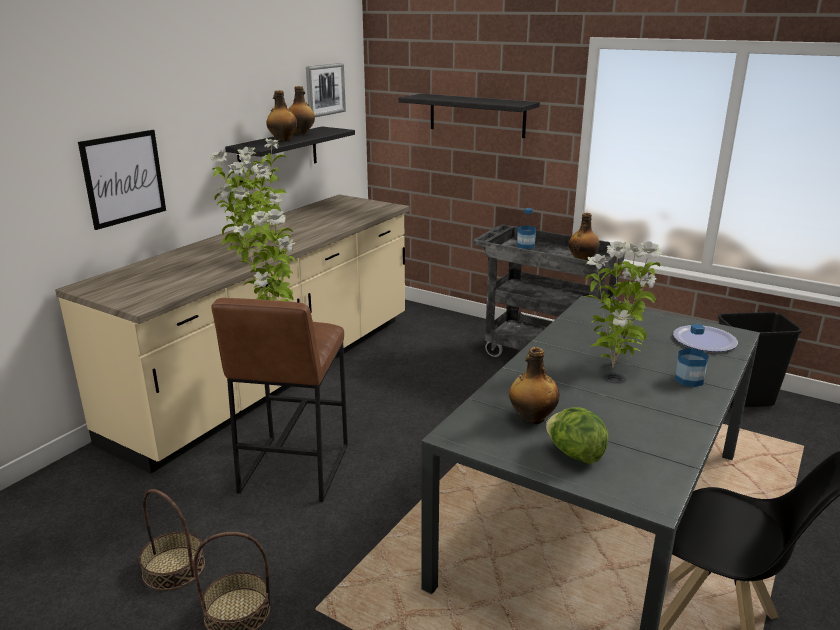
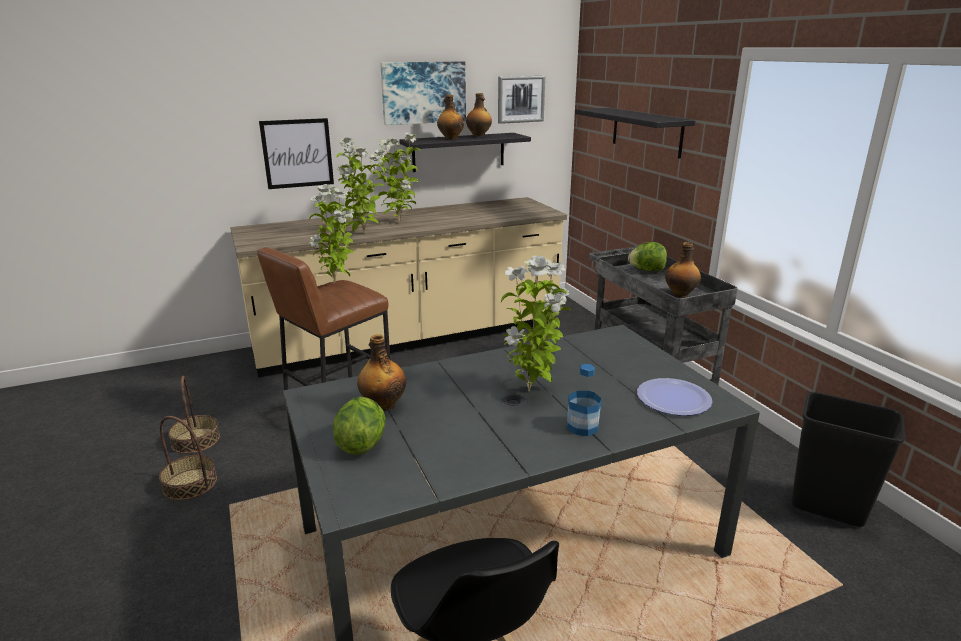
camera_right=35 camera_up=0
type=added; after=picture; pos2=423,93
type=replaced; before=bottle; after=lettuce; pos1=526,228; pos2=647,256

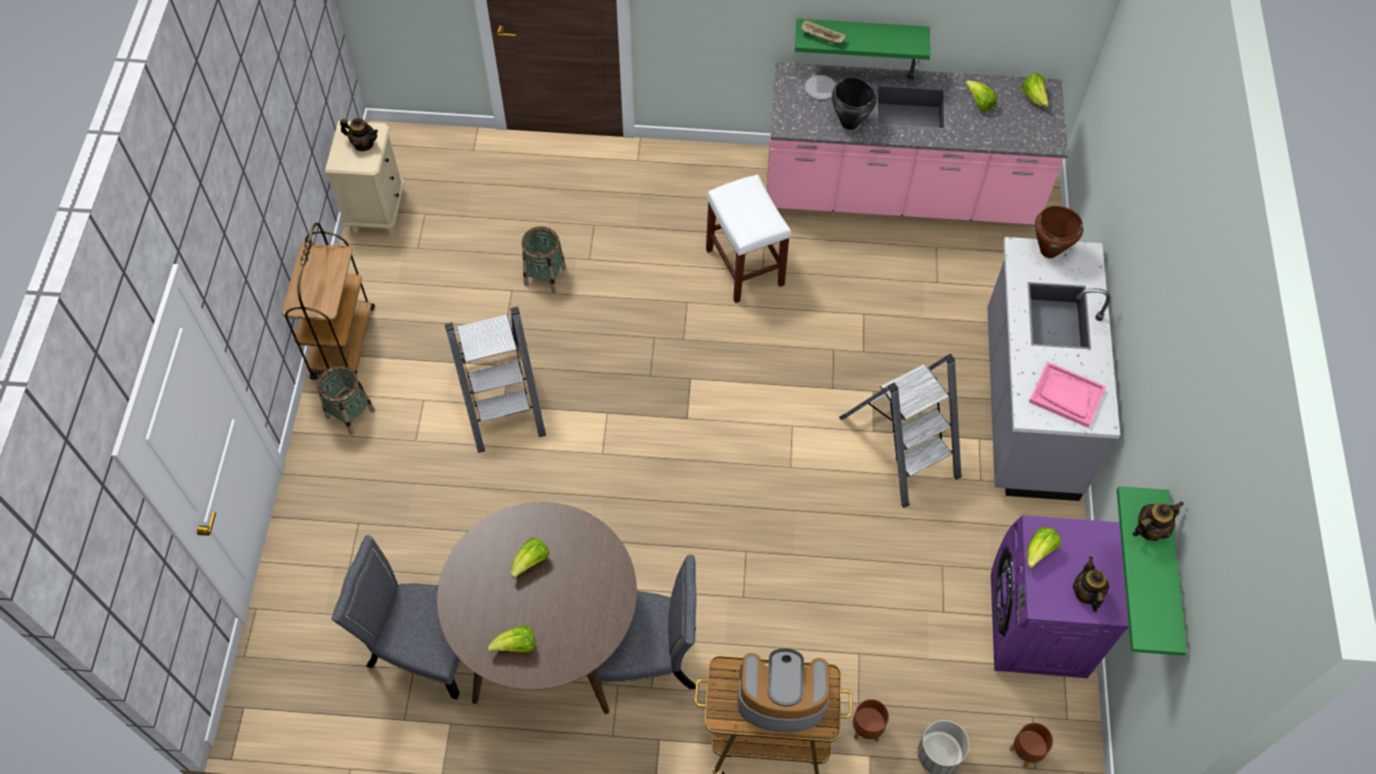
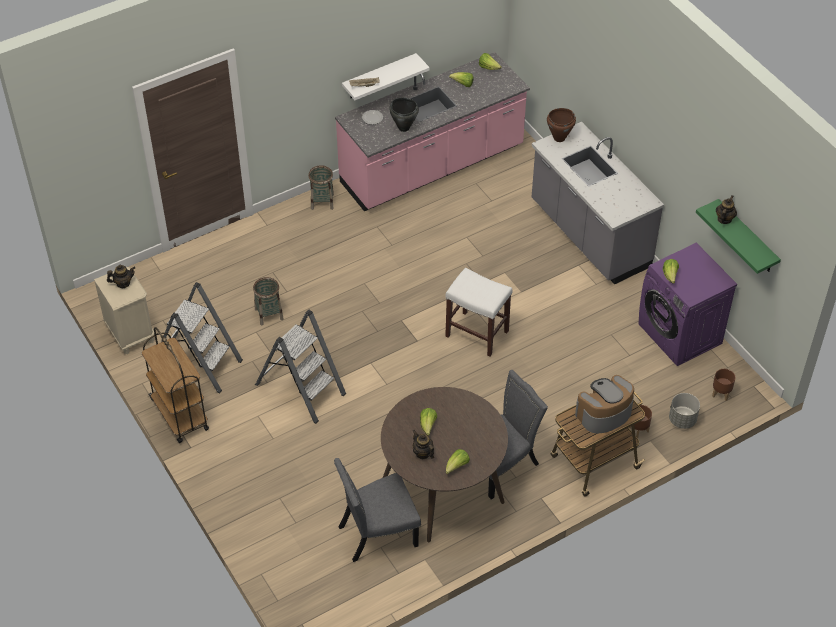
camera_right=-35 camera_up=-10
type=removed; before=pink-coloured serving tray; pos1=1067,395
type=moved; before=household basket; pos1=346,400; pos2=321,187
type=moved; before=white stool seat; pos1=748,238; pos2=479,312
type=moved; before=gray step ladder; pos1=900,431; pos2=202,337
type=moved; before=tea pot; pos1=1091,584; pos2=423,444
type=recoloured; before=green-coloured shelf; after=white shelf; pos1=862,39; pos2=386,76

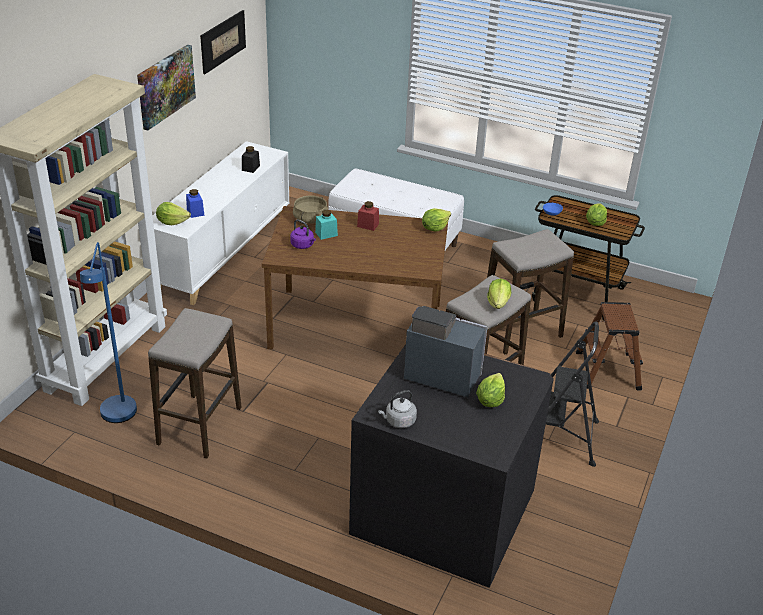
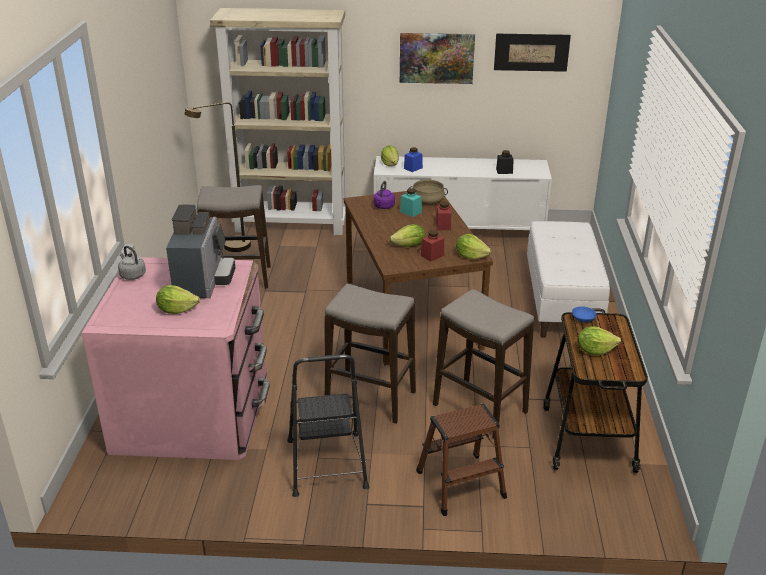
camera_right=70 camera_up=-5
type=added; after=red storage jar; pos2=432,246
type=moved; before=lettuce; pos1=499,293; pos2=407,235
type=recoloured; before=blue floor lamp; after=brownish floor lamp; pos1=108,332; pos2=218,177
type=recoloured; before=black-coloured drawer chest; after=pink-coloured drawer chest; pos1=451,466; pos2=175,358

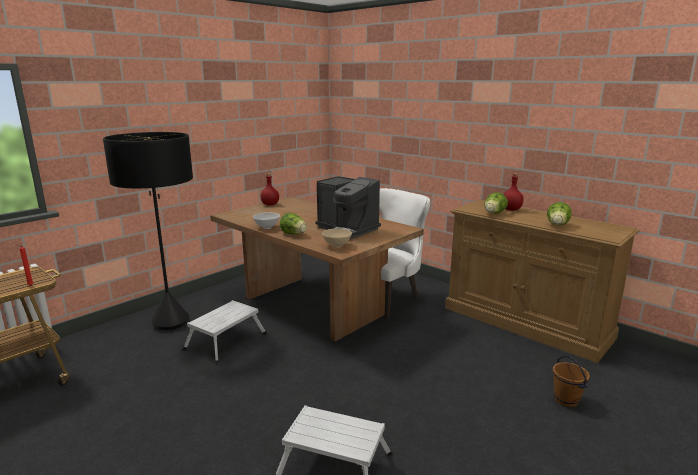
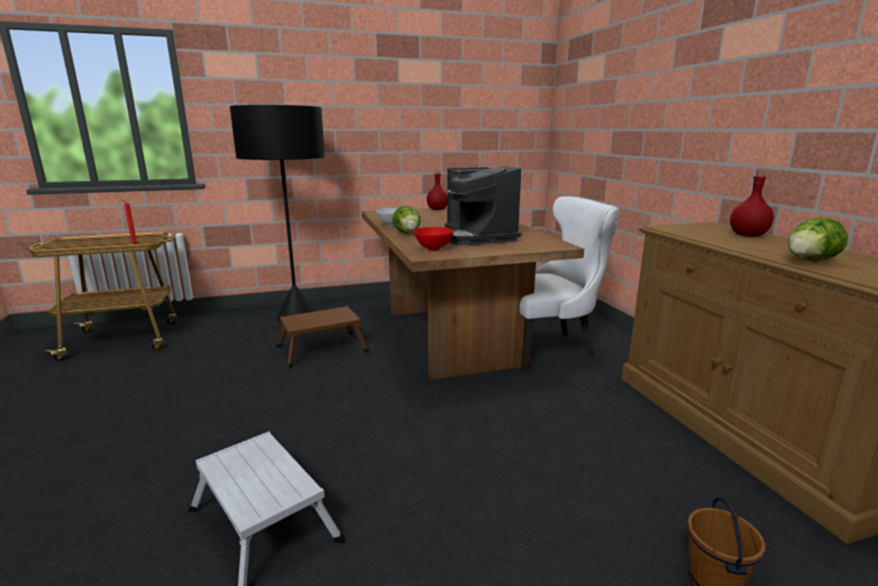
camera_right=30 camera_up=0
type=removed; before=lettuce; pos1=496,203
type=recoloured; before=white step ladder; after=brownish step ladder; pos1=224,332; pos2=323,337
type=recoloured; before=beige-coloured deep dish; after=red deep dish; pos1=337,238; pos2=433,239

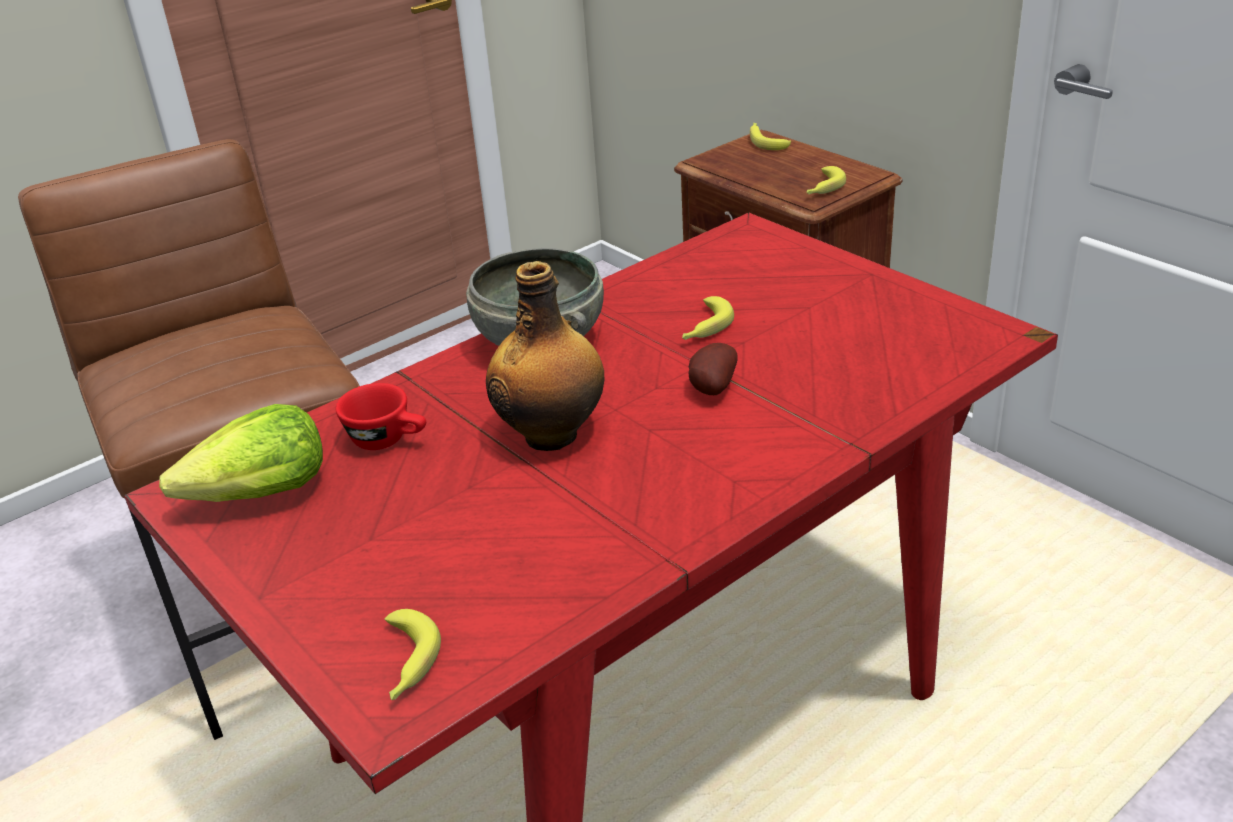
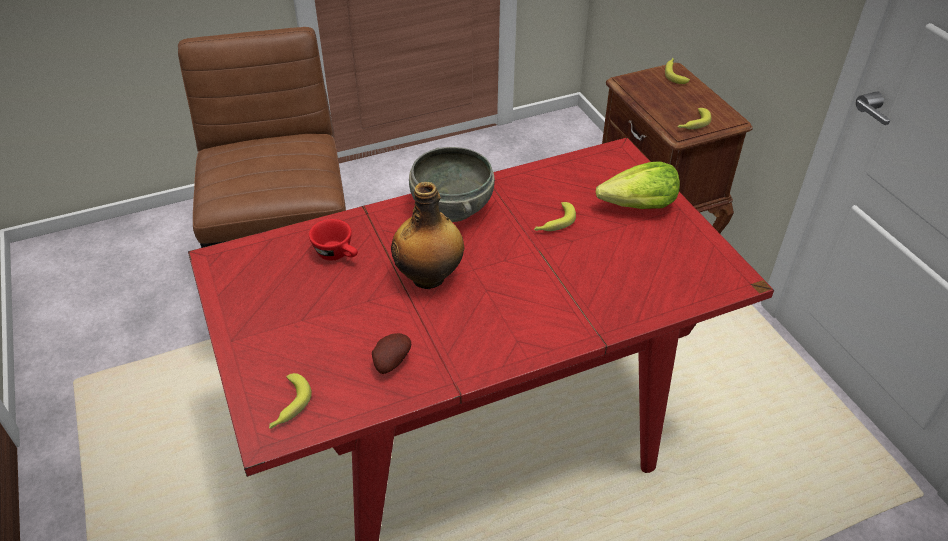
camera_right=15 camera_up=10
type=moved; before=lettuce; pos1=241,453; pos2=638,185
type=moved; before=potato; pos1=713,369; pos2=391,353

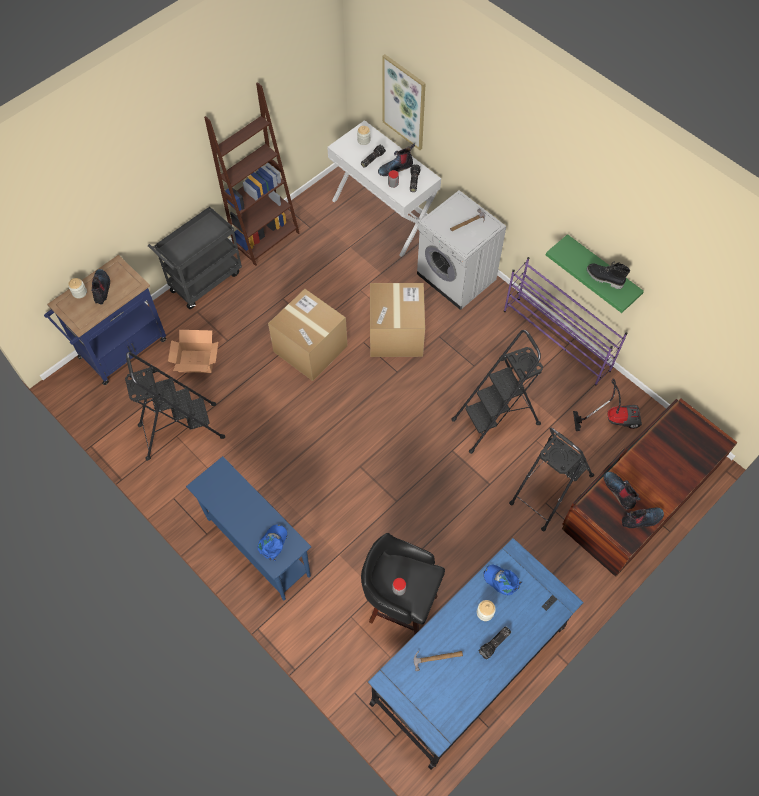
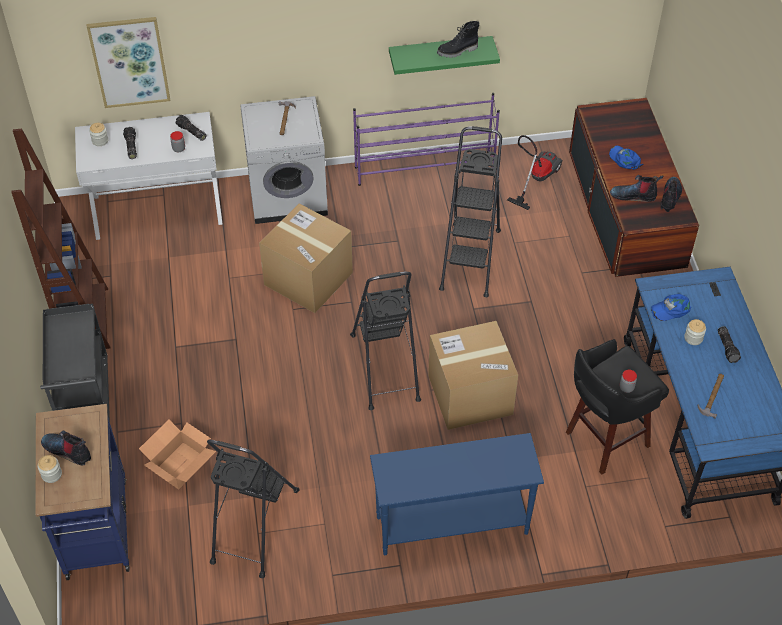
camera_right=-55 camera_up=-10
type=removed; before=boot; pos1=396,160
type=moved; before=blue baseball cap; pos1=272,543; pos2=626,158
type=moved; before=packing box; pos1=307,335; pos2=473,375
type=moved; before=step ladder; pos1=551,479; pos2=385,341

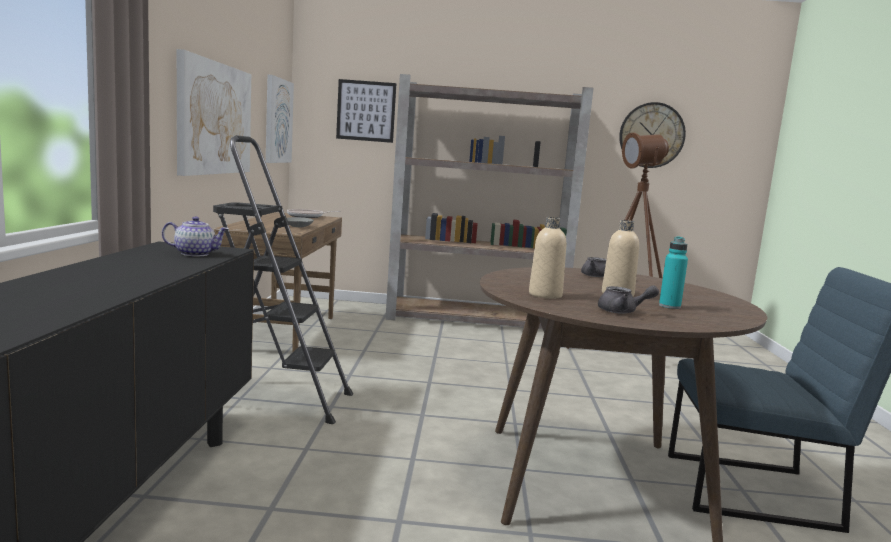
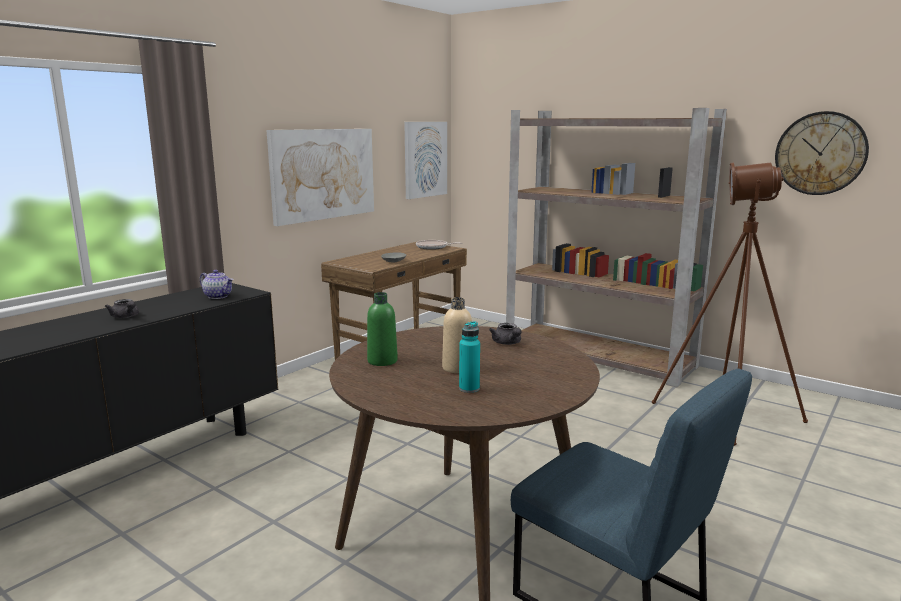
camera_right=35 camera_up=5
type=removed; before=step ladder; pos1=283,279
type=removed; before=picture; pos1=366,111
type=moved; before=gray tea pot; pos1=628,299; pos2=122,308
type=recoloured; before=beige-coloured bottle; after=green-coloured bottle; pos1=547,258; pos2=382,329

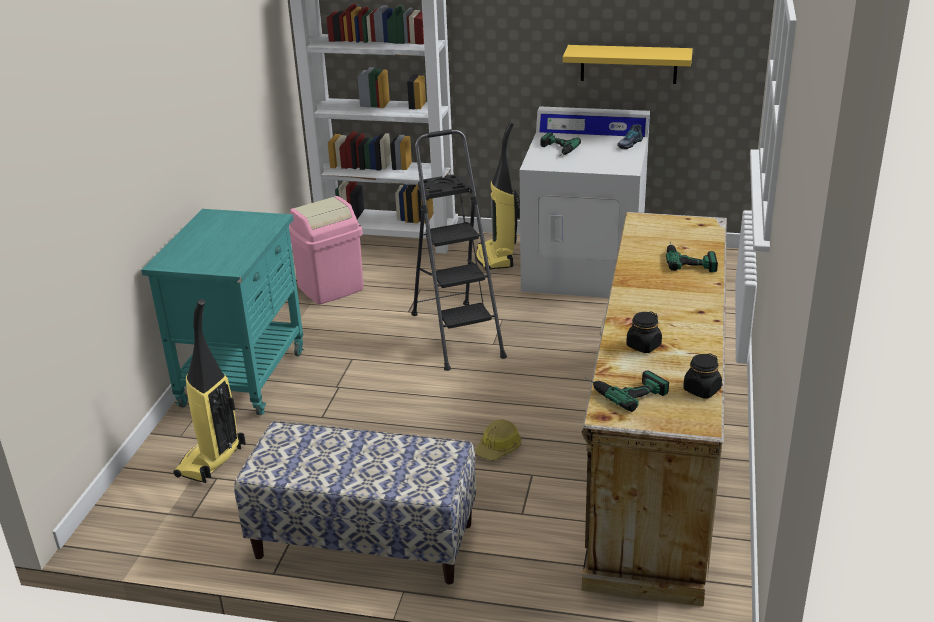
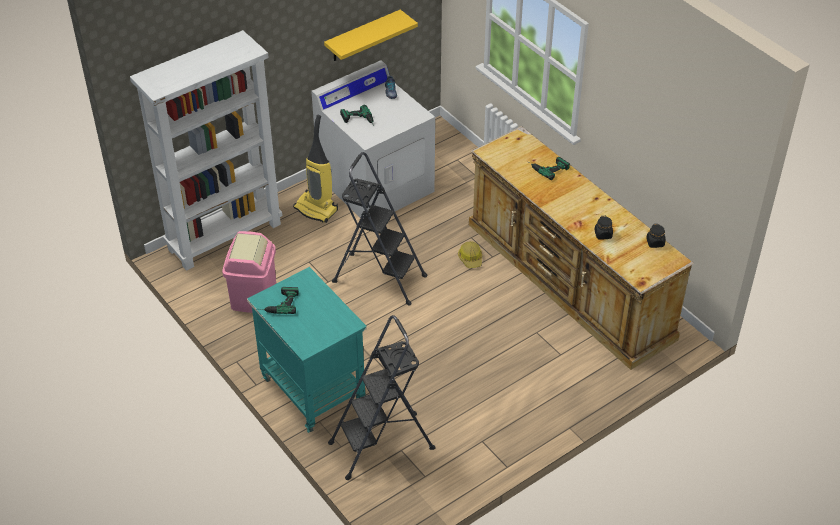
camera_right=-50 camera_up=15
type=removed; before=bench; pos1=355,502
type=moved; before=safety helmet; pos1=498,439; pos2=470,254
type=moved; before=power drill; pos1=627,391; pos2=280,300
type=replaced; before=vacuum cleaner; after=step ladder; pos1=210,391; pos2=382,397

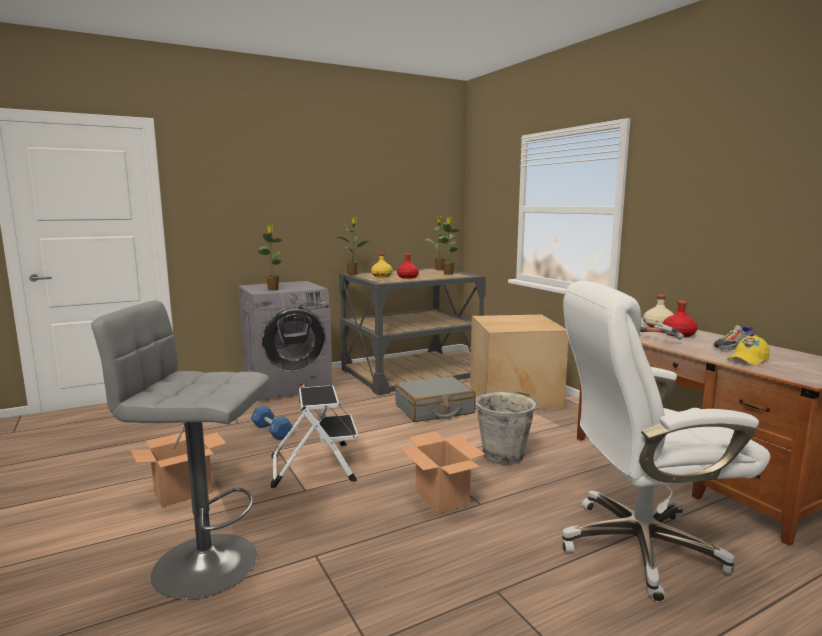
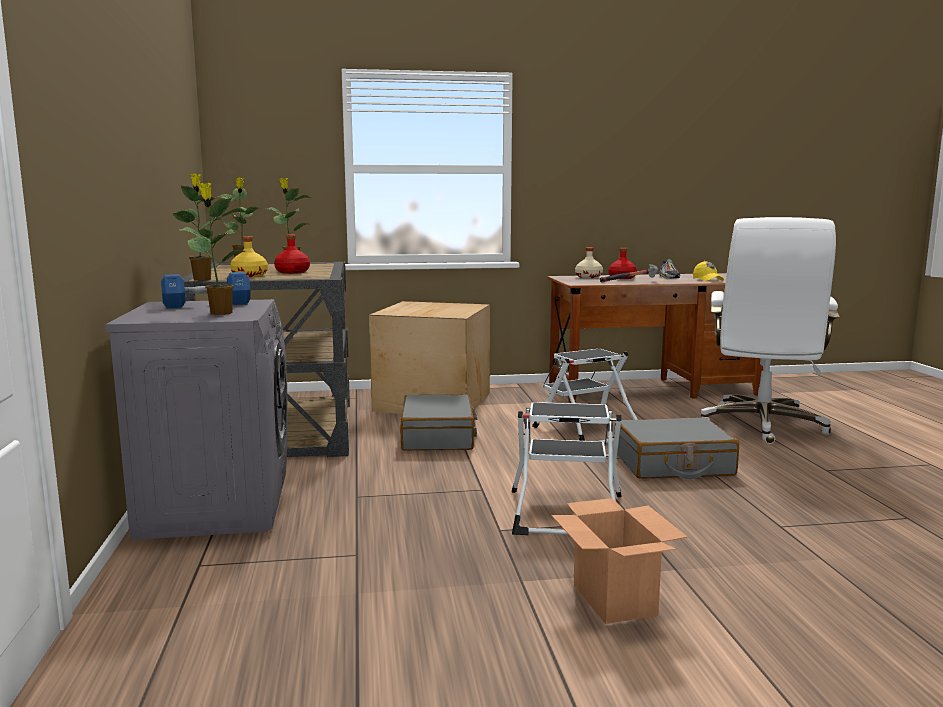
camera_right=-70 camera_up=0
type=removed; before=gray stool seat; pos1=180,449
type=moved; before=blue hand weight; pos1=272,423; pos2=205,290
type=replaced; before=packing box; after=gray piece of luggage; pos1=443,472; pos2=677,448
type=replaced; before=gray bucket; after=step ladder; pos1=507,428; pos2=585,396

